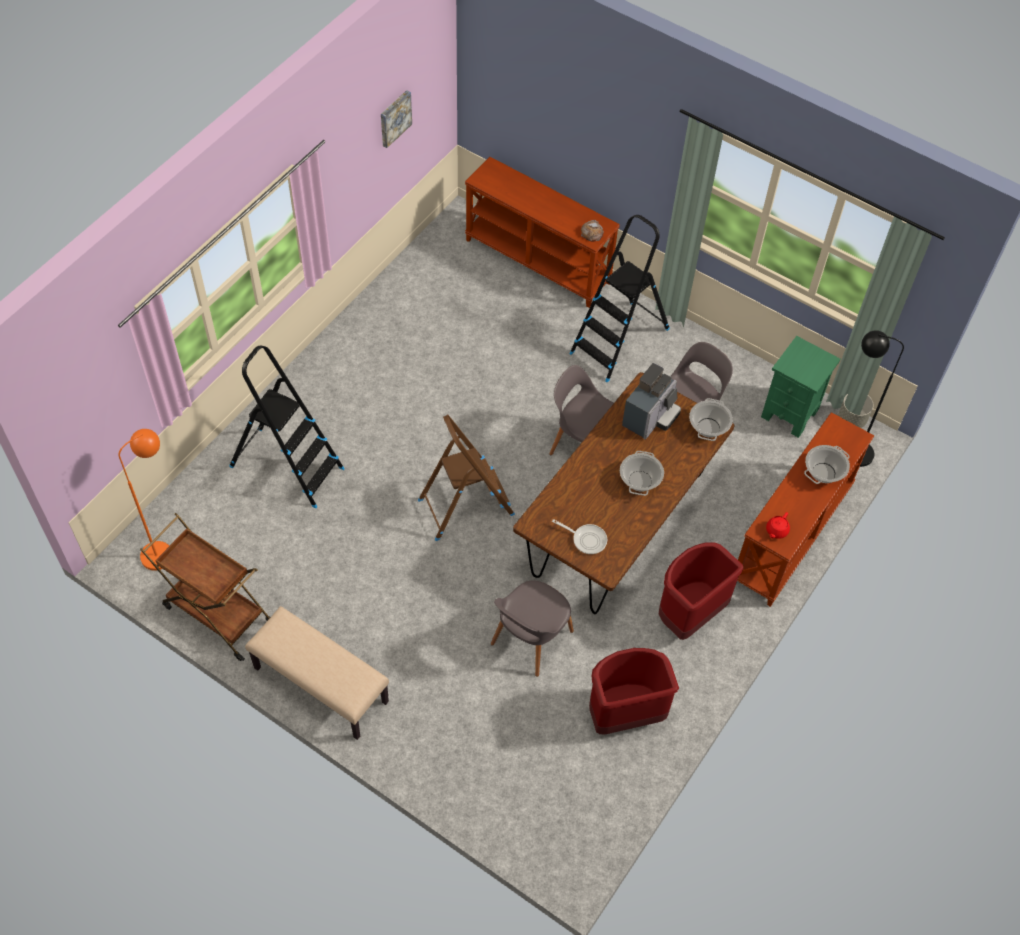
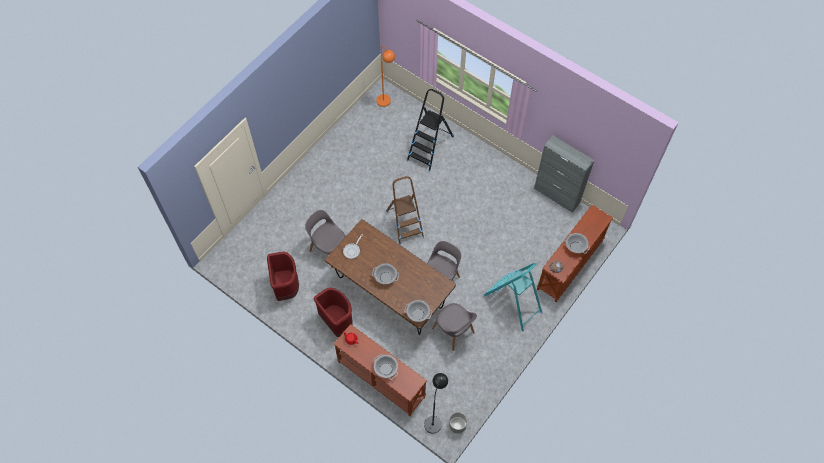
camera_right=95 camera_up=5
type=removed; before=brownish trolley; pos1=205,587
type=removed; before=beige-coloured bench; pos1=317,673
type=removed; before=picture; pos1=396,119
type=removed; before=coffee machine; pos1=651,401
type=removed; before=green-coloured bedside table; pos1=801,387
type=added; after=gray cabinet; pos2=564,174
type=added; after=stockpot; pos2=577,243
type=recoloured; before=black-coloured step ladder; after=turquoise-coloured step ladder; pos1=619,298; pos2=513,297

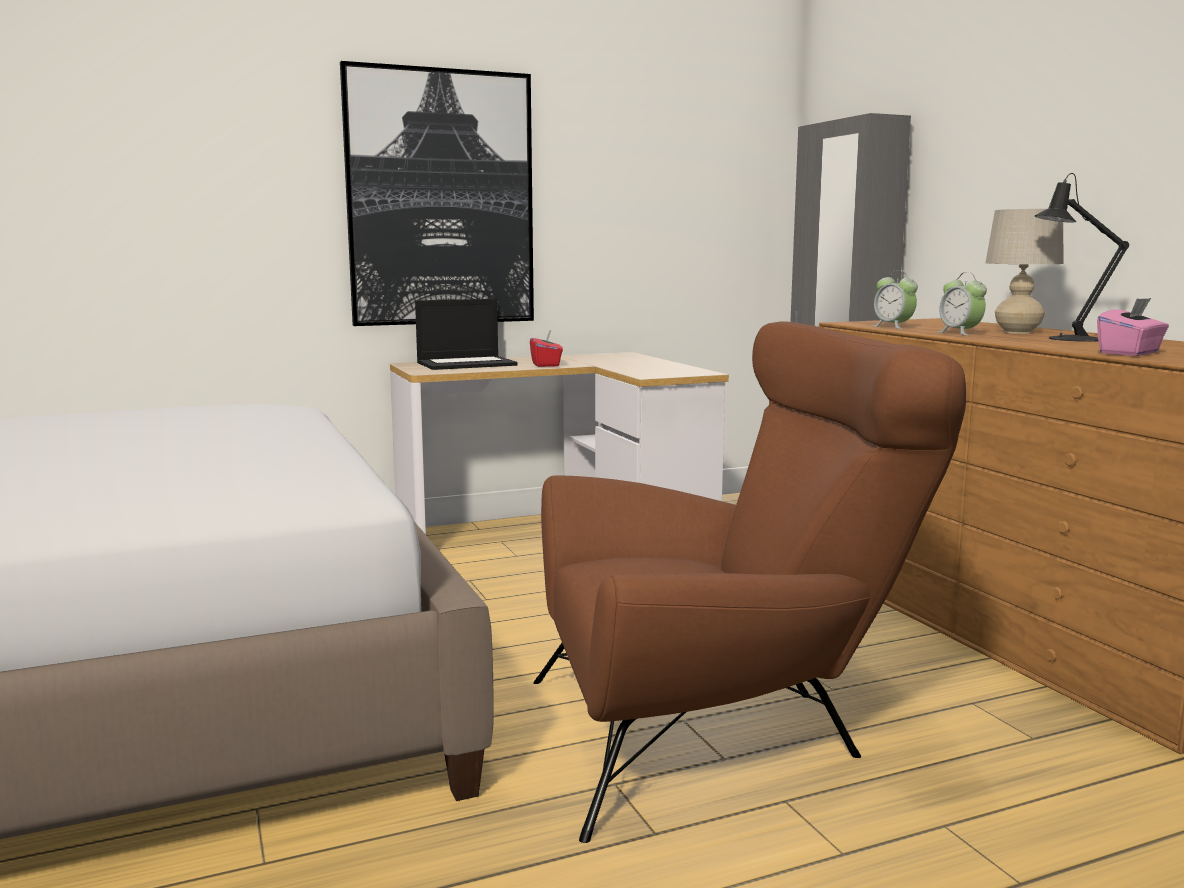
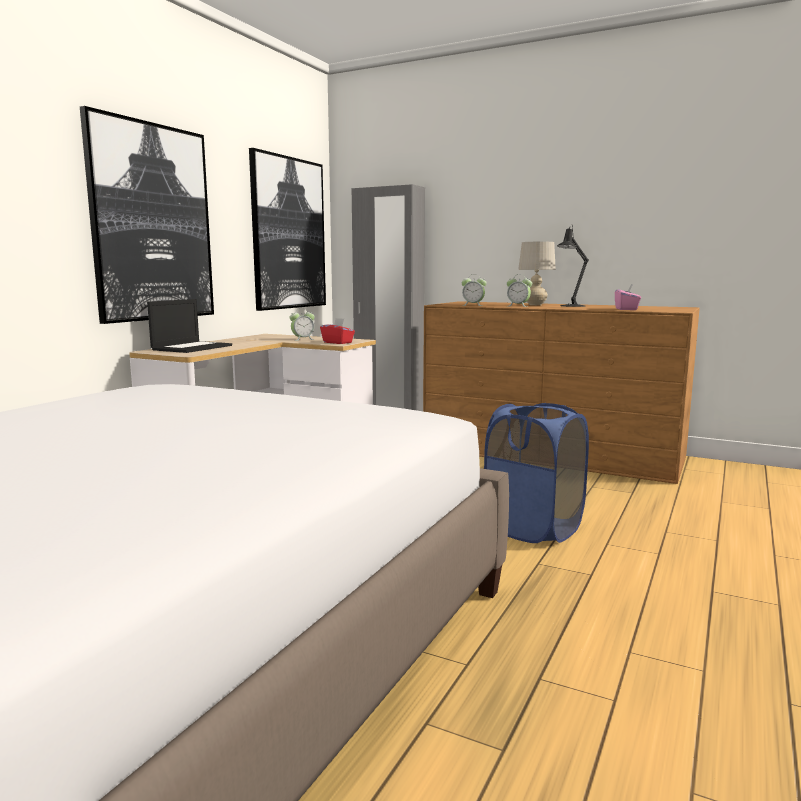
camera_right=-40 camera_up=0
type=added; after=picture; pos2=287,229
type=added; after=table clock; pos2=302,324
type=moved; before=red tissue holder; pos1=546,348; pos2=337,331
type=replaced; before=brownish armchair; after=blue hamper; pos1=749,582; pos2=536,473

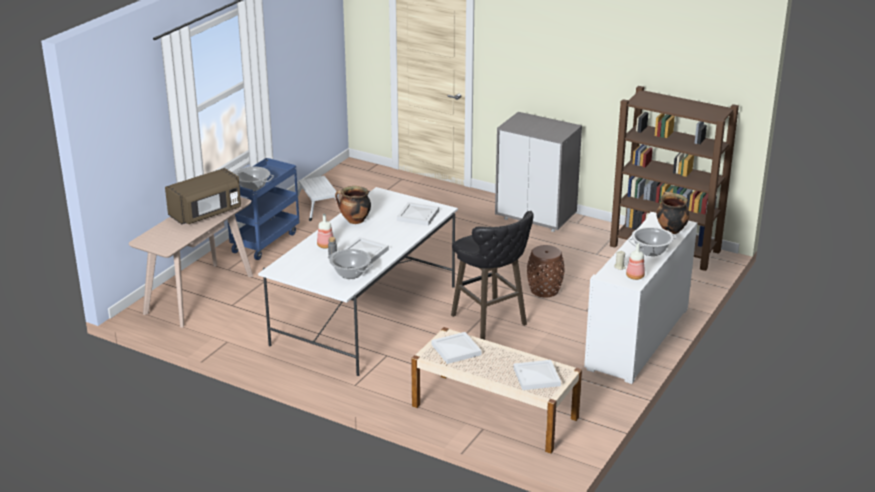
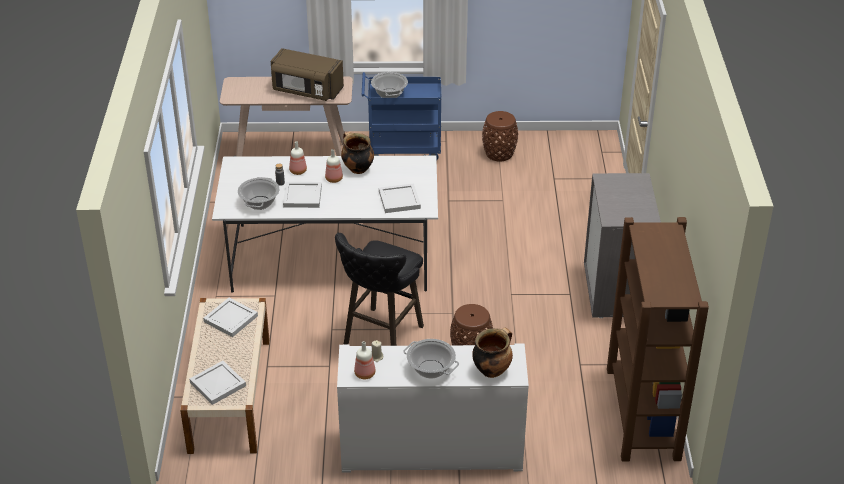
camera_right=60 camera_up=10
type=added; after=bottle; pos2=334,166
type=replaced; before=white step ladder; after=brownish stool seat; pos1=319,198; pos2=500,136

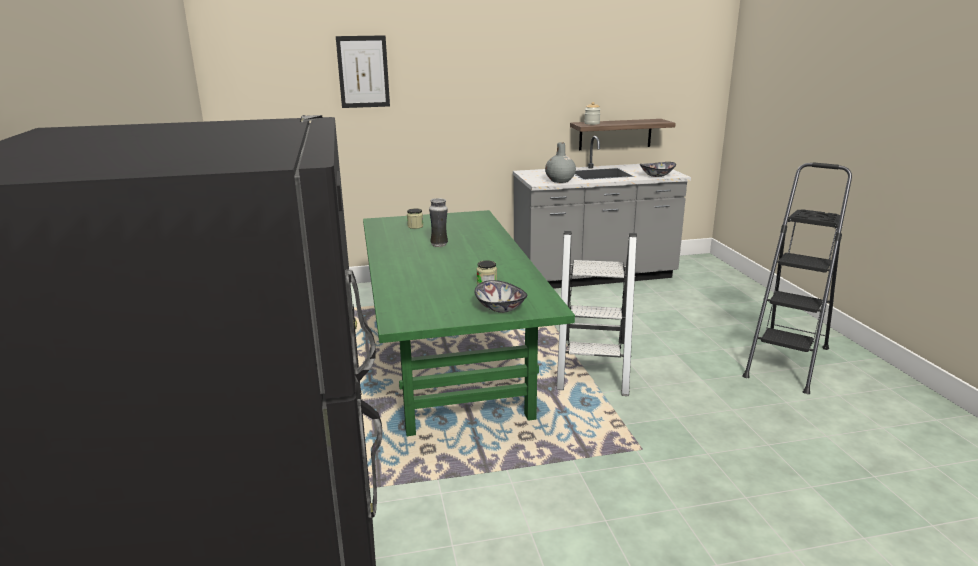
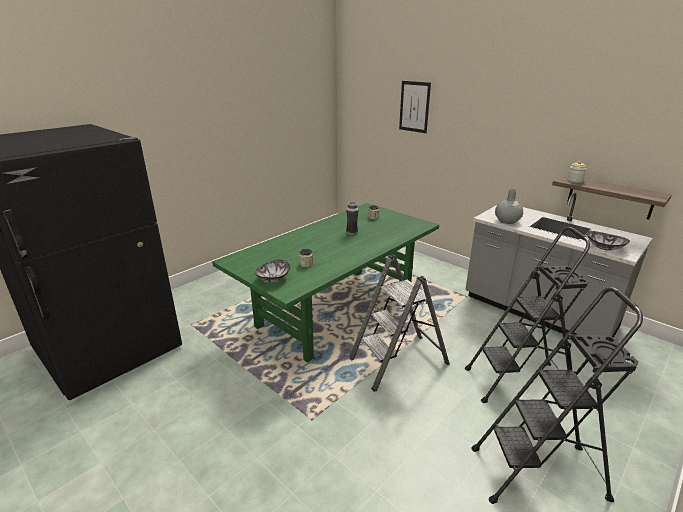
camera_right=55 camera_up=5
type=added; after=step ladder; pos2=527,315

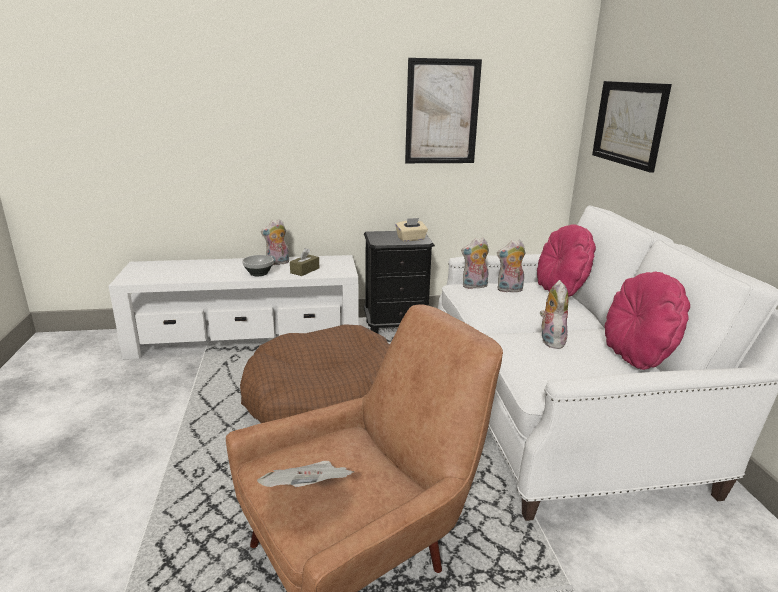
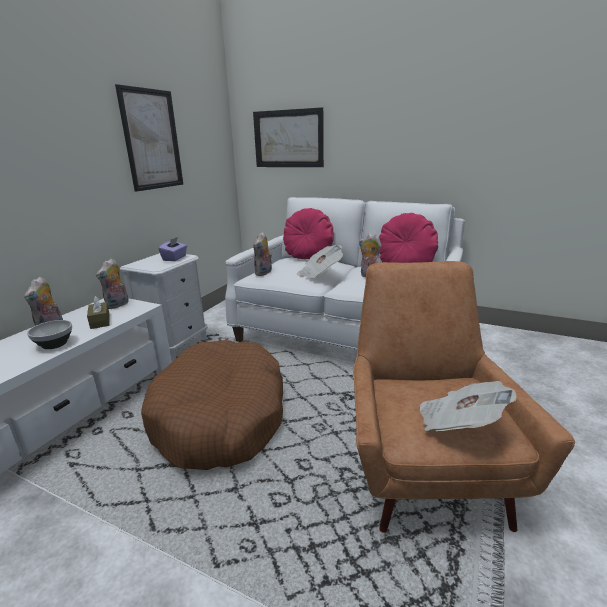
camera_right=-55 camera_up=0
type=added; after=printed paper; pos2=320,261
type=moved; before=cuddly toy; pos1=511,266; pos2=112,284
type=recoloured; before=black-coloured bedside table; after=white bedside table; pos1=399,282; pos2=164,307
type=recoloured; before=beige-coloured tissue holder; after=purple tissue holder; pos1=412,230; pos2=172,249

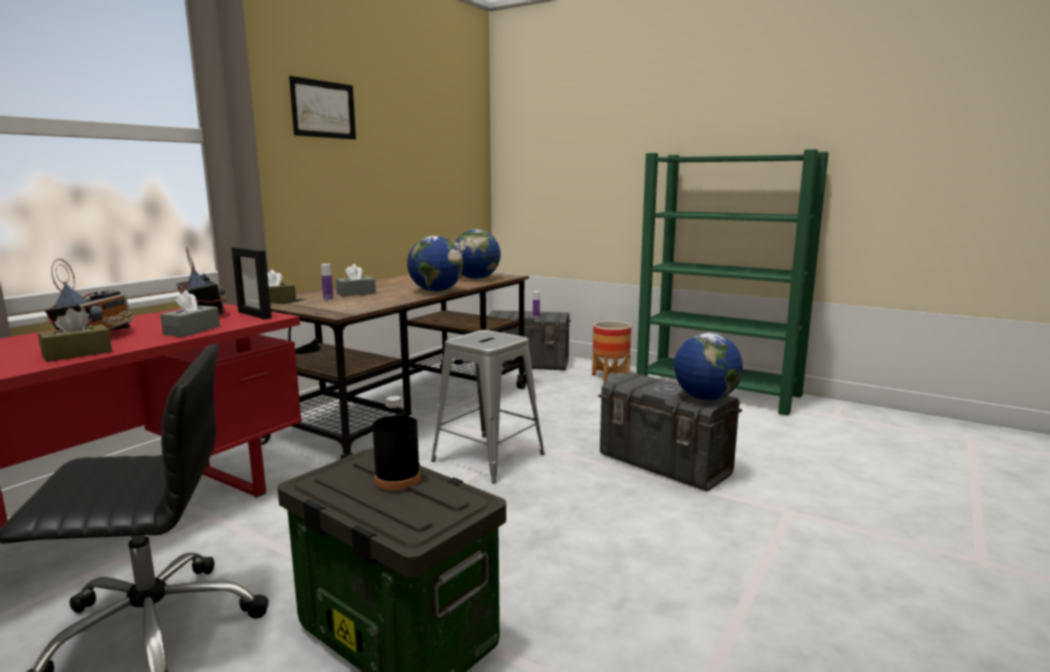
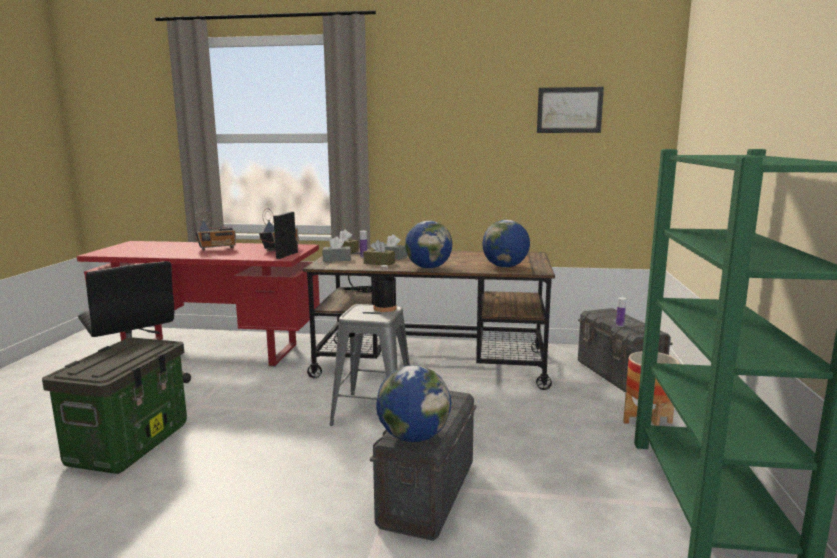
camera_right=65 camera_up=0
type=moved; before=brownish tissue holder; pos1=75,335; pos2=379,253
type=moved; before=gray tissue holder; pos1=190,313; pos2=337,249
type=moved; before=picture; pos1=322,108; pos2=570,110
type=moved; before=black-coloured bottle; pos1=396,443; pos2=385,288

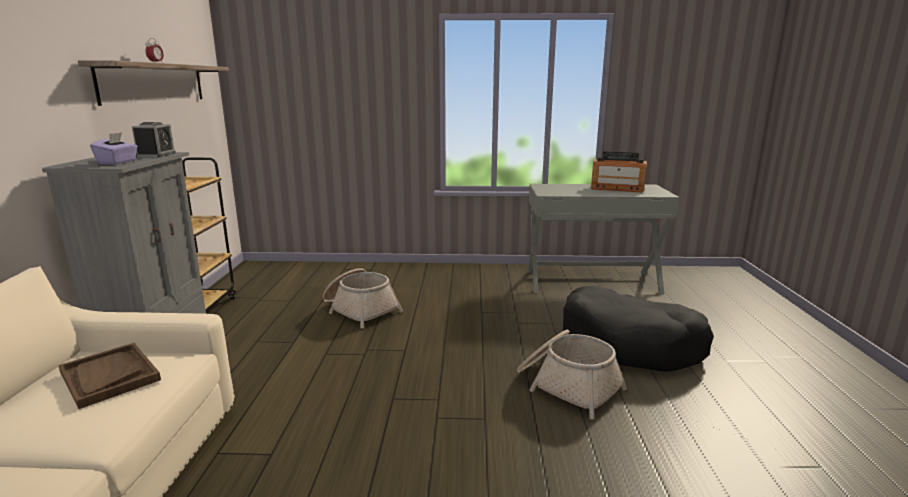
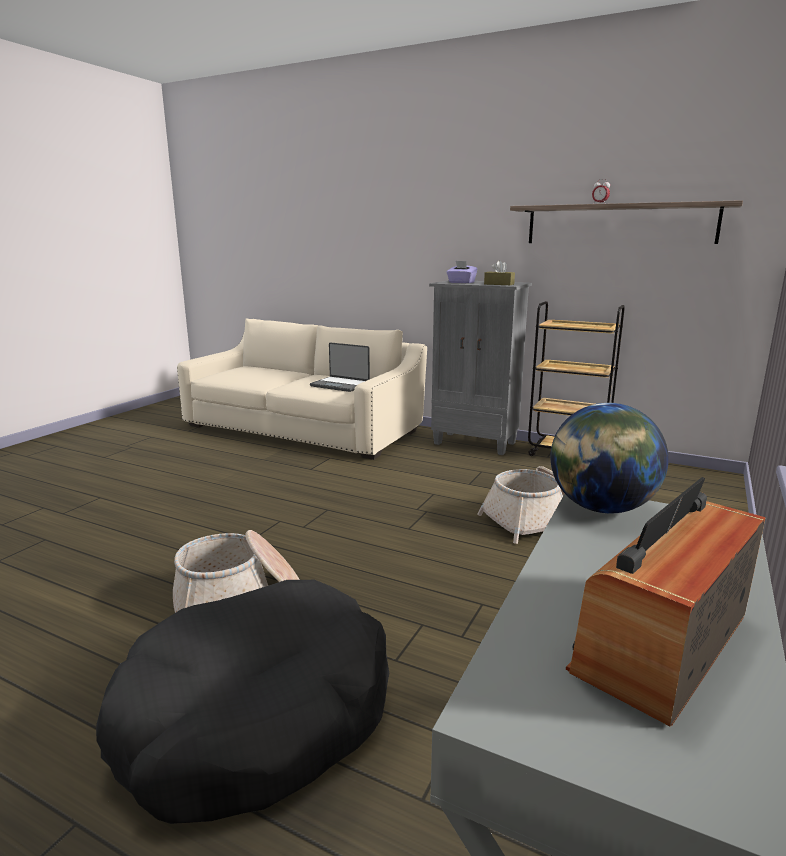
camera_right=115 camera_up=0
type=added; after=world globe; pos2=609,458
type=replaced; before=brownish serving tray; after=laptop; pos1=109,376; pos2=340,367
type=replaced; before=table clock; after=brownish tissue holder; pos1=154,139; pos2=499,272

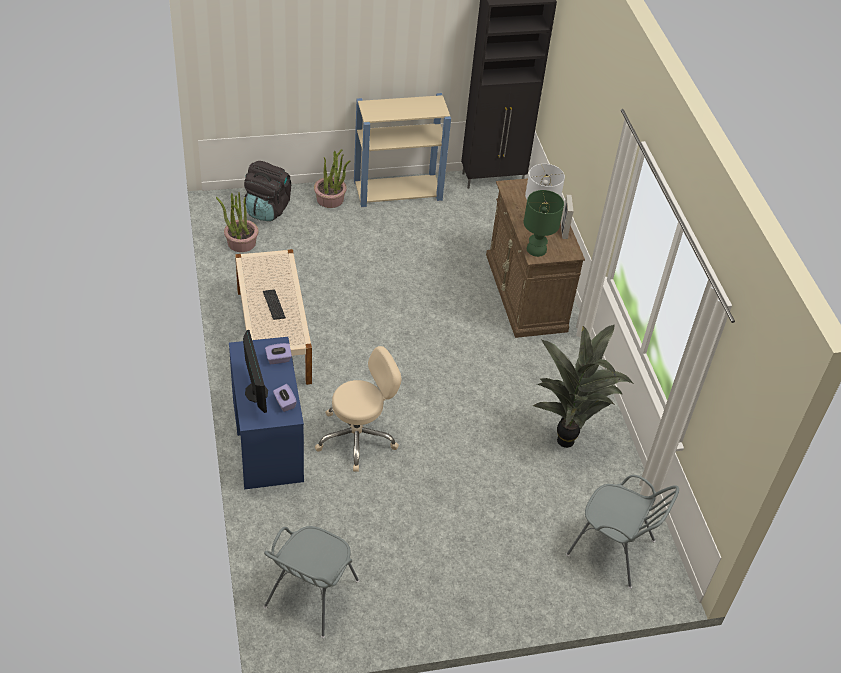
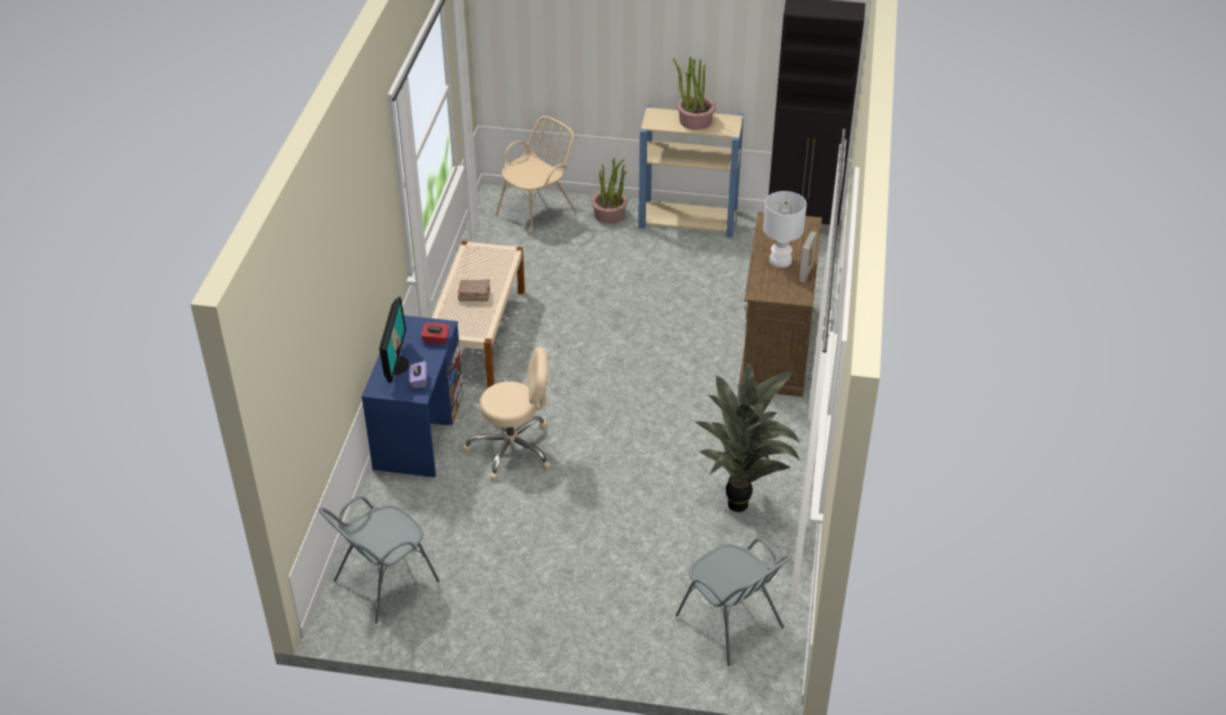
camera_right=25 camera_up=-5
type=removed; before=green-coloured table lamp; pos1=544,223
type=moved; before=potted plant; pos1=237,222; pos2=694,93
type=replaced; before=black-coloured rucksack; after=beige-coloured upright chair; pos1=267,191; pos2=536,177
type=replaced; before=PC keyboard; after=brownish book; pos1=274,304; pos2=474,290
type=recoloured; before=purple tissue holder; after=red tissue holder; pos1=278,353; pos2=435,333

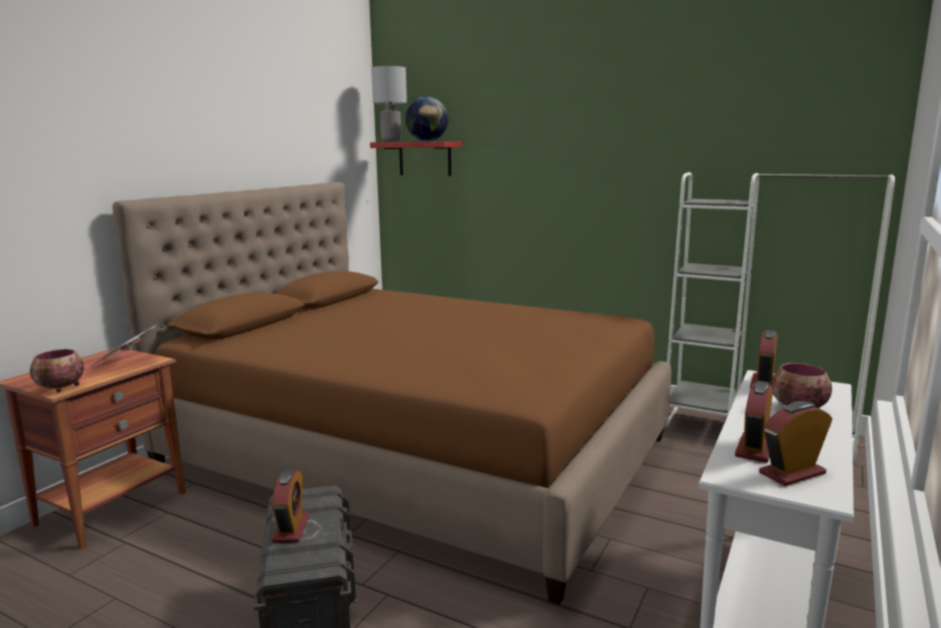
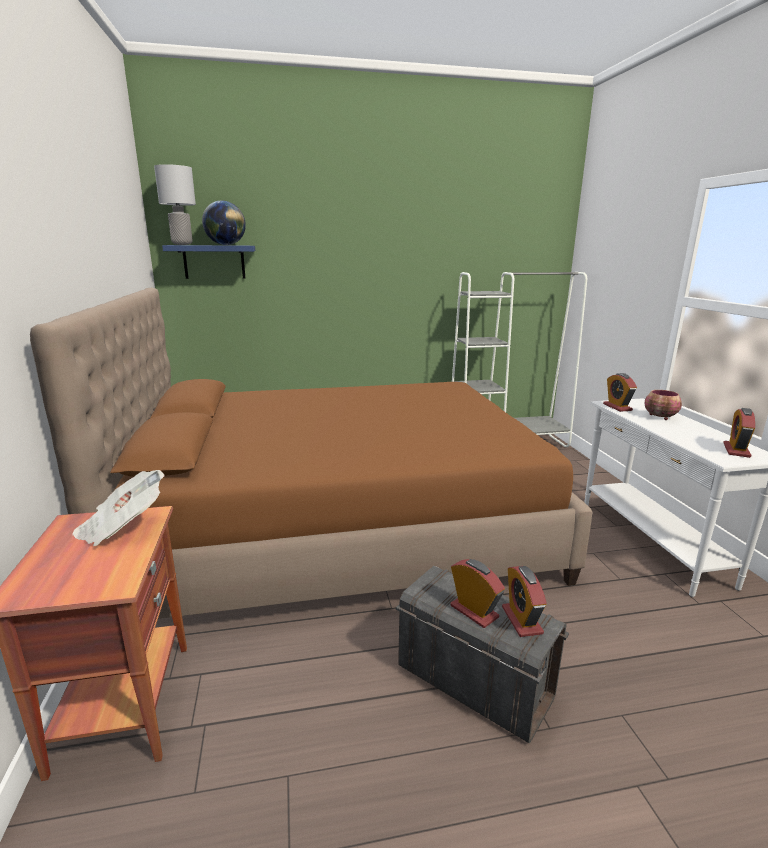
camera_right=-40 camera_up=5
type=removed; before=deep dish; pos1=57,371
type=moved; before=table clock; pos1=754,422; pos2=524,601
type=recoloured; before=red shelf; after=blue shelf; pos1=416,158; pos2=208,262

